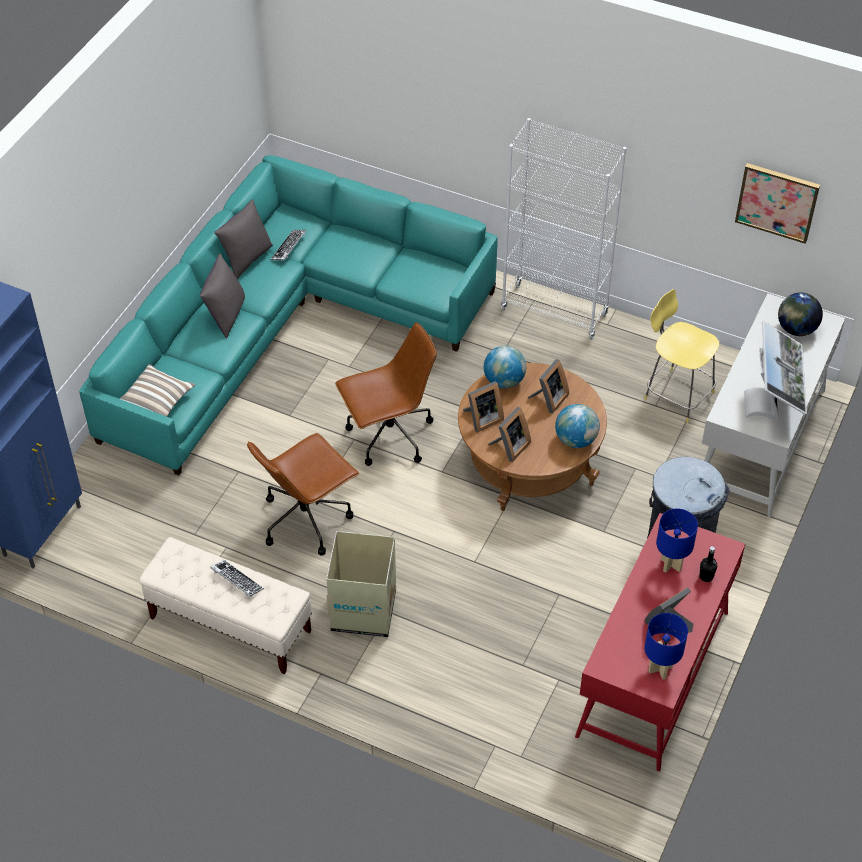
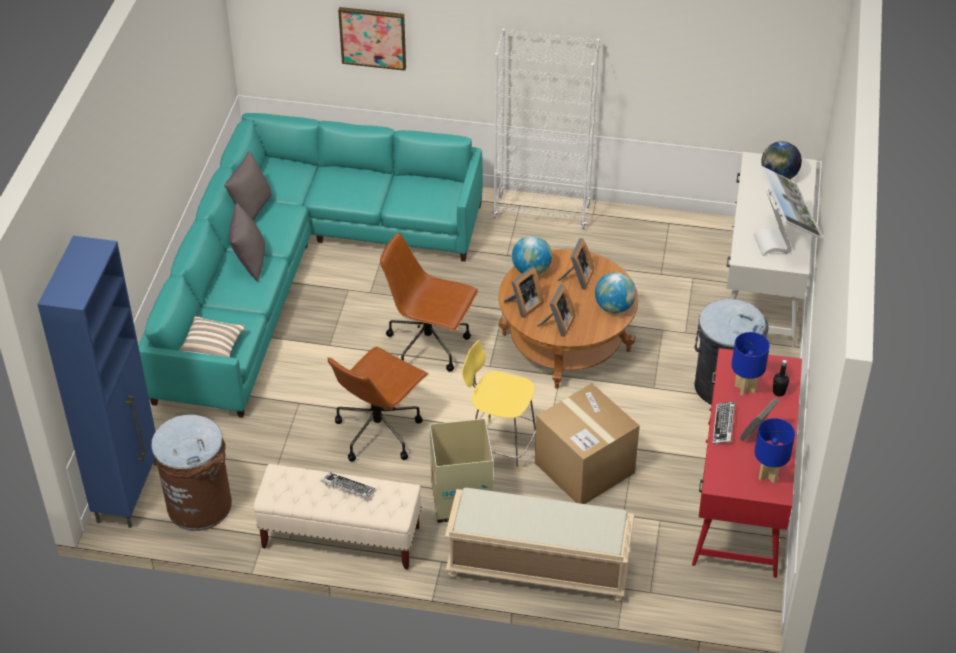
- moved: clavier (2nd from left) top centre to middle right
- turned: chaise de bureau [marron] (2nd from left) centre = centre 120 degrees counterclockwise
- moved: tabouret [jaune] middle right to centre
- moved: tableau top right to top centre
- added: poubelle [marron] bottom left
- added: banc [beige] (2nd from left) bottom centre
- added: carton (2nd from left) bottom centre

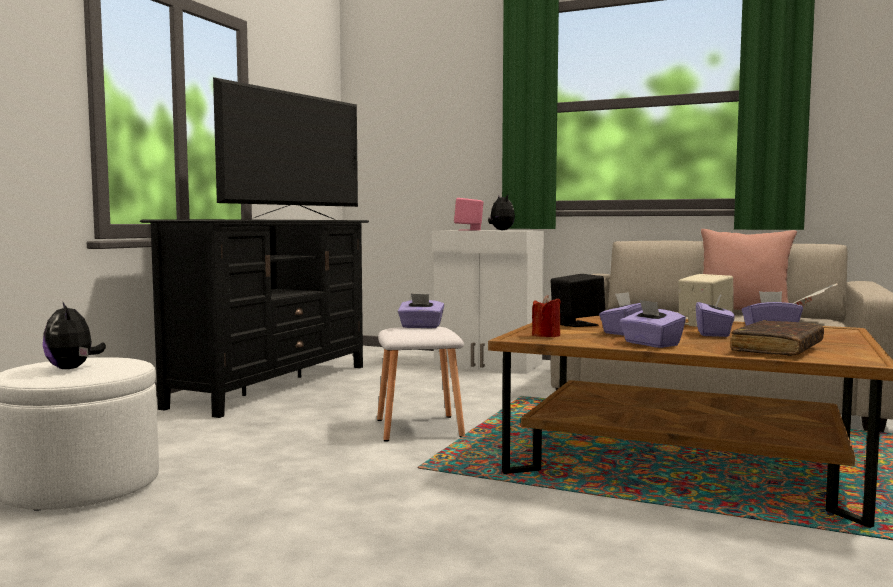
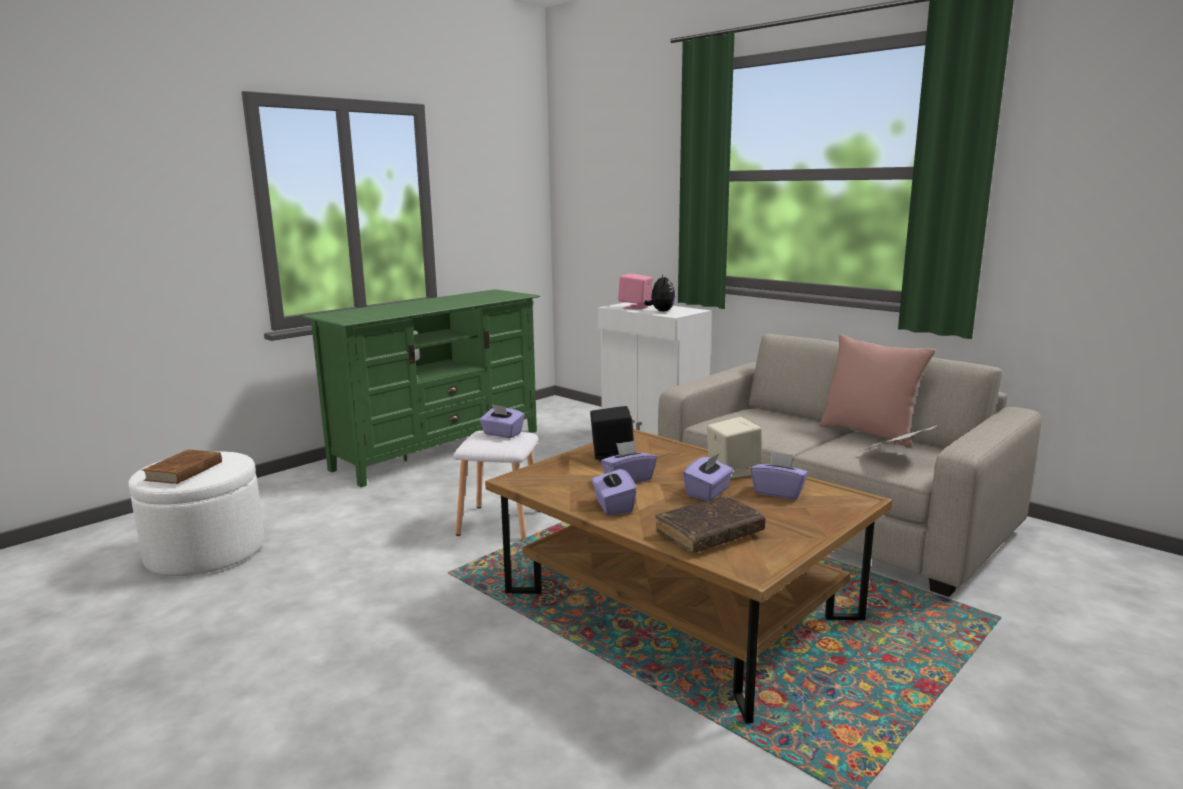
- replaced: peluche (1st from left) middle left to livre [marron] (1st from left) middle left
- recoloured: meuble télé [noir] middle left to meuble télé [vert] centre
- removed: téléviseur top left
- removed: bougie [rouge] centre

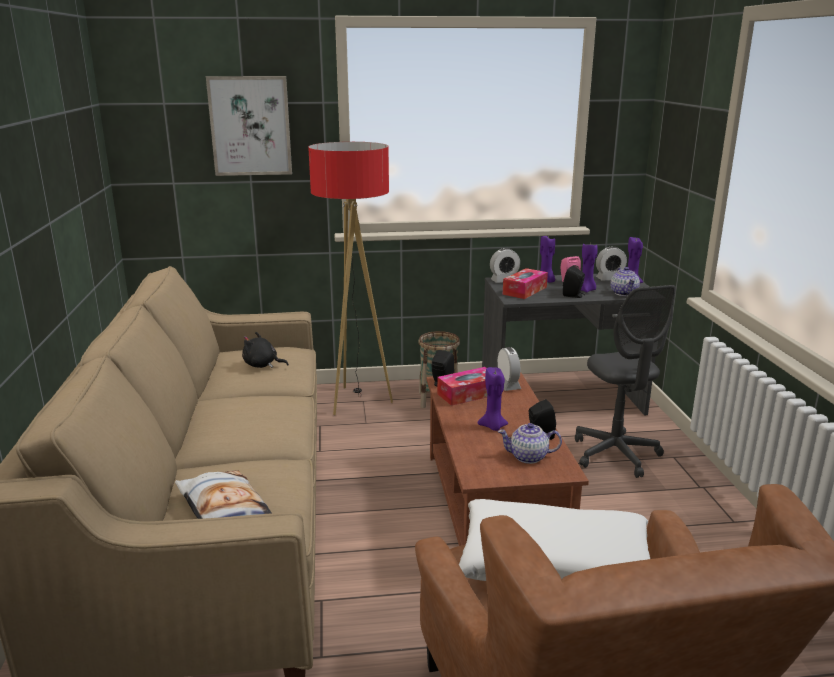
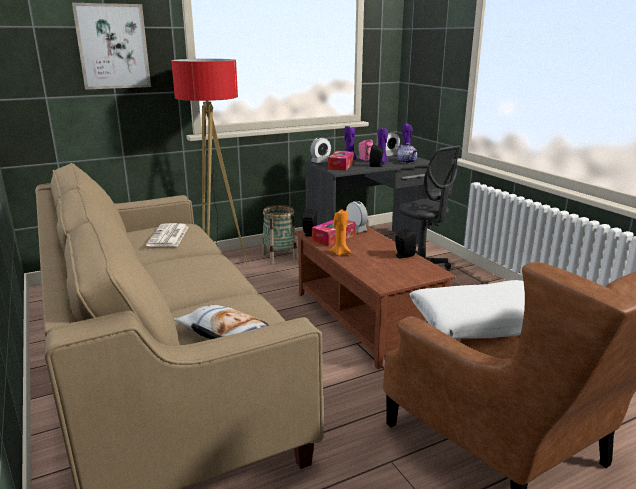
- replaced: peluche [noir] middle left to journal middle left
- removed: bougie [violet] (1st from left) centre
- removed: théière (1st from left) centre
- added: bougie [orange] centre

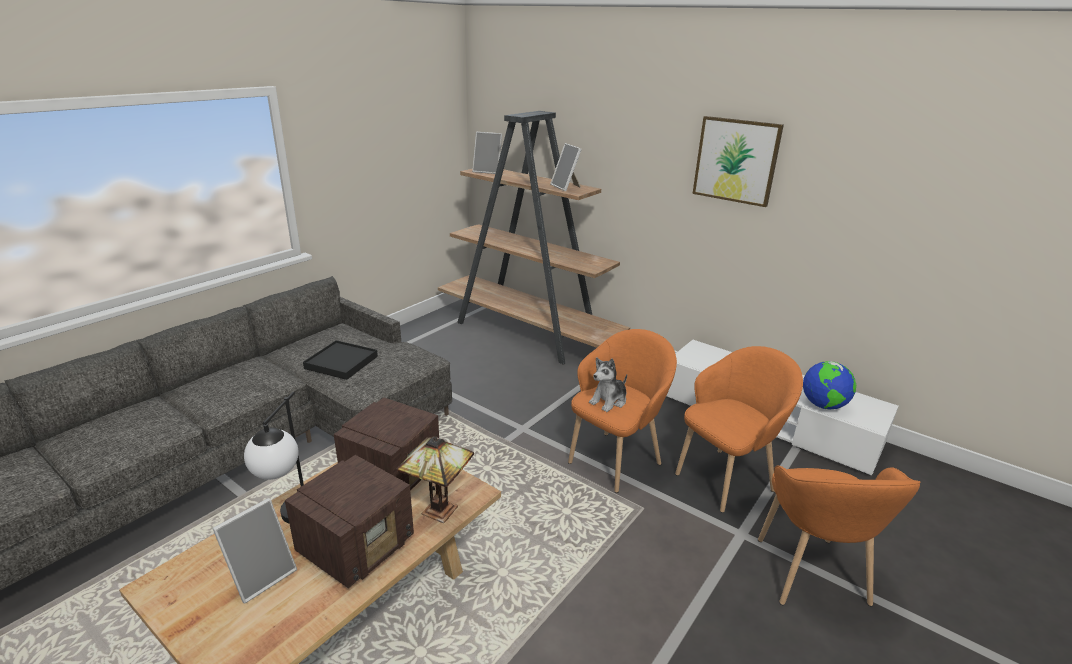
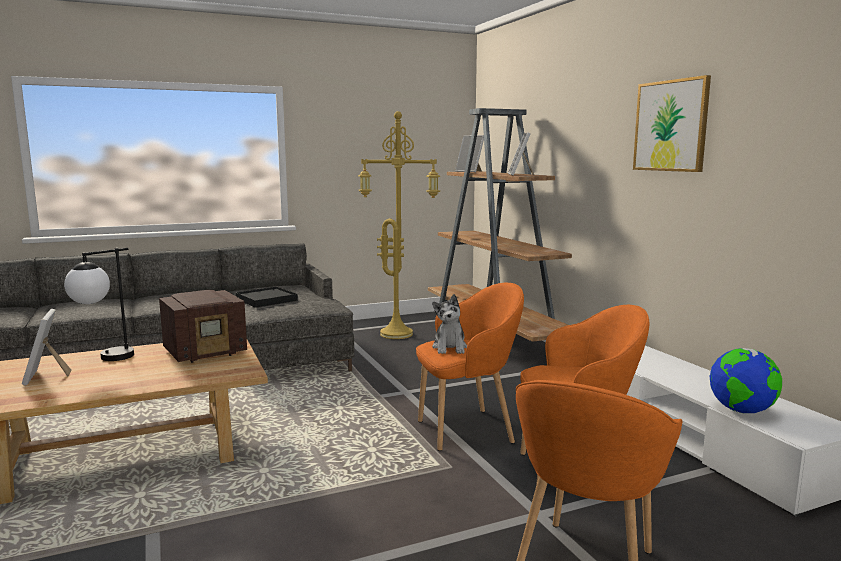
- turned: cadre photo (1st from left) bottom left = middle left 90 degrees clockwise
- removed: radio (1st from left) bottom left
- removed: lampe de table (2nd from left) bottom centre
- turned: peluche centre = centre 75 degrees counterclockwise
- added: lampadaire [jaune] centre

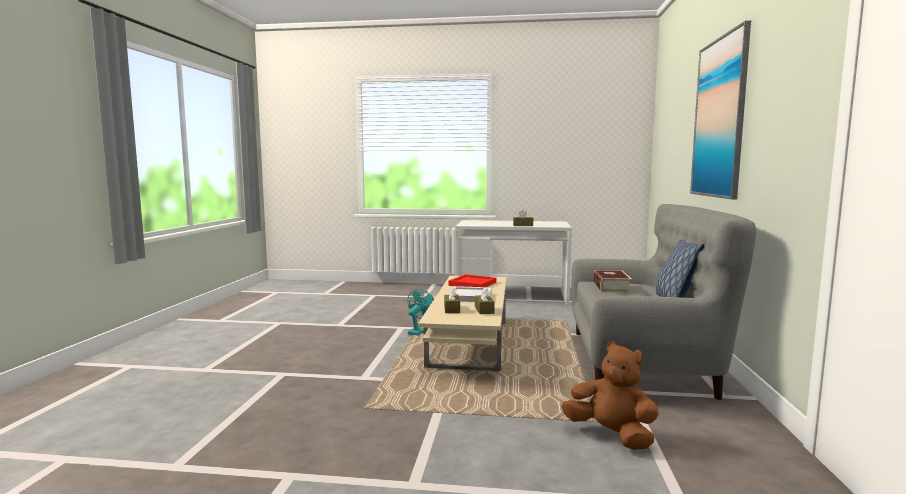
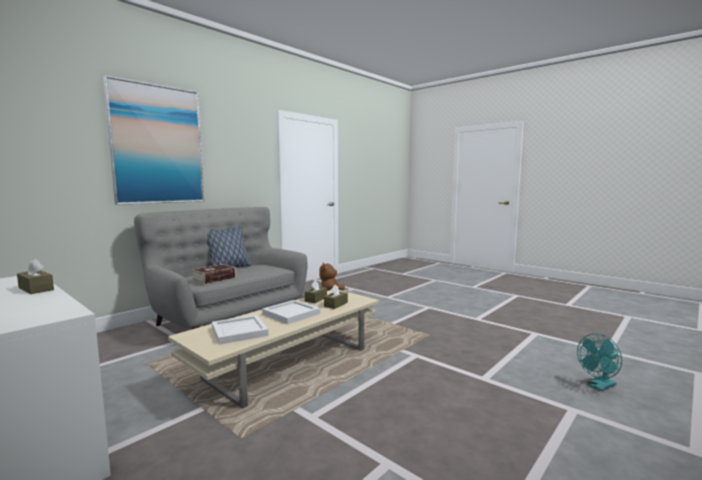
- moved: ventilateur [turquoise] centre to bottom right
- recoloured: plateau [rouge] centre to plateau [blanc] (1st from left) bottom centre

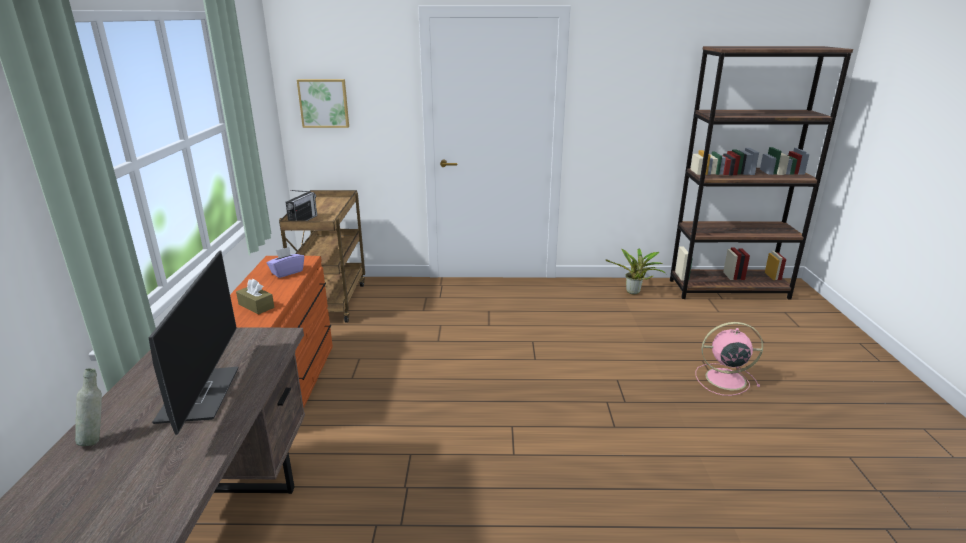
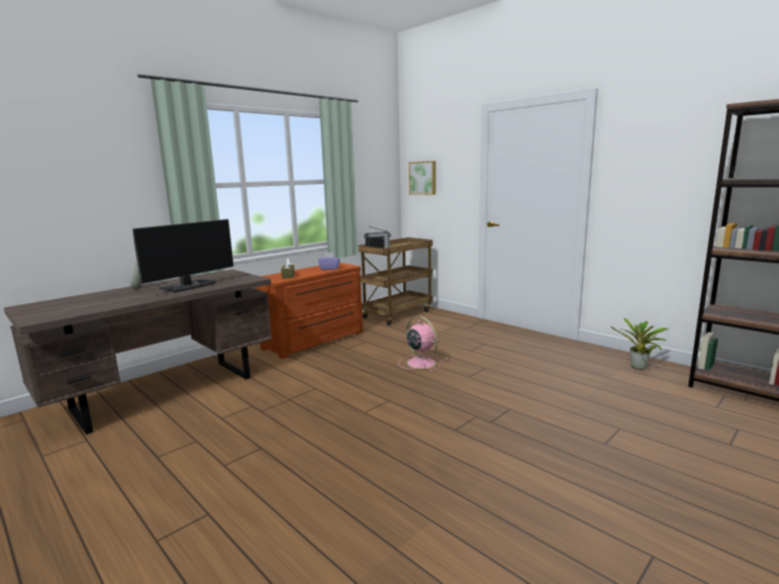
- moved: ventilateur [rose] middle right to centre

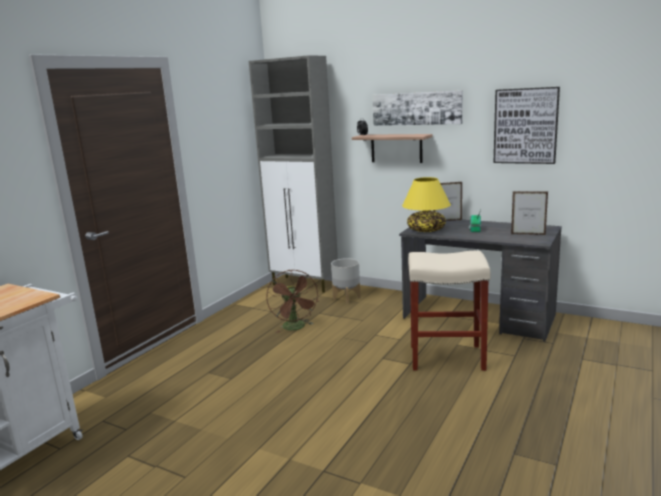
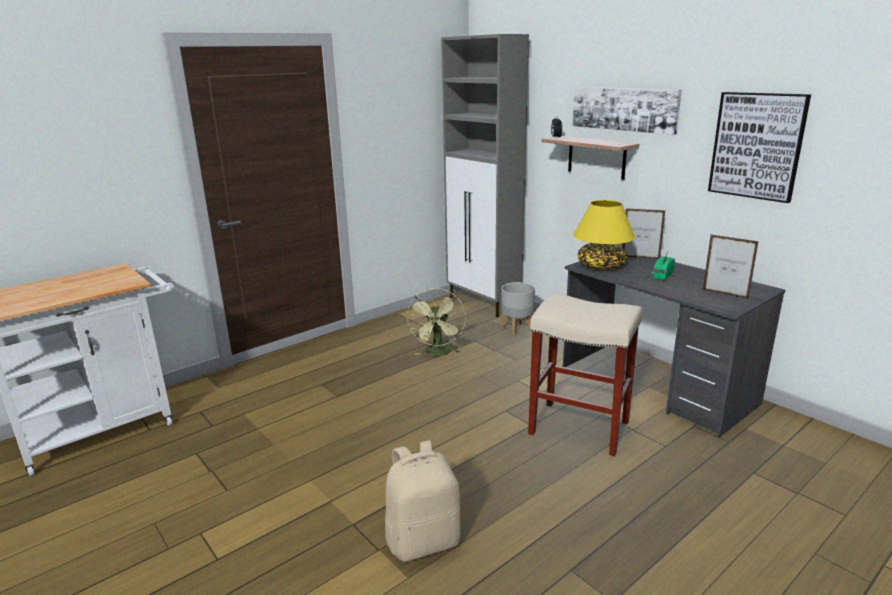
- recoloured: ventilateur [marron] centre to ventilateur [vert] centre
- added: sac à dos [beige] bottom centre

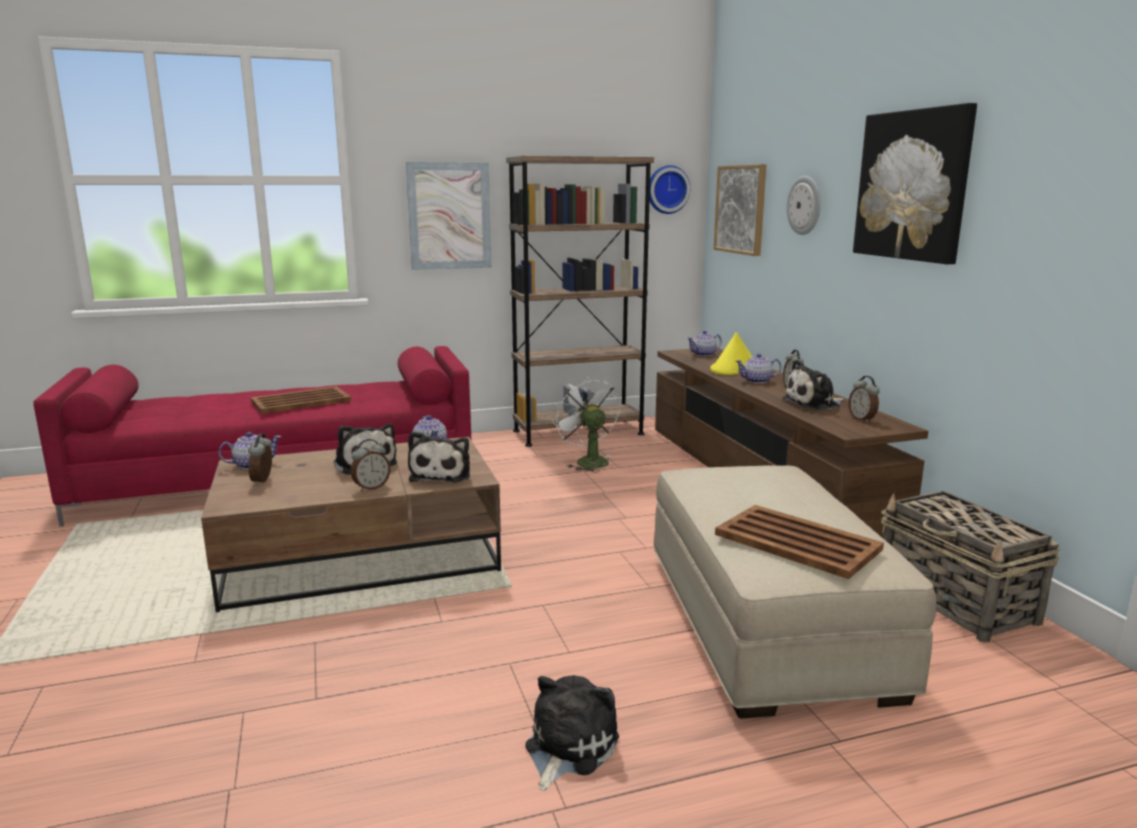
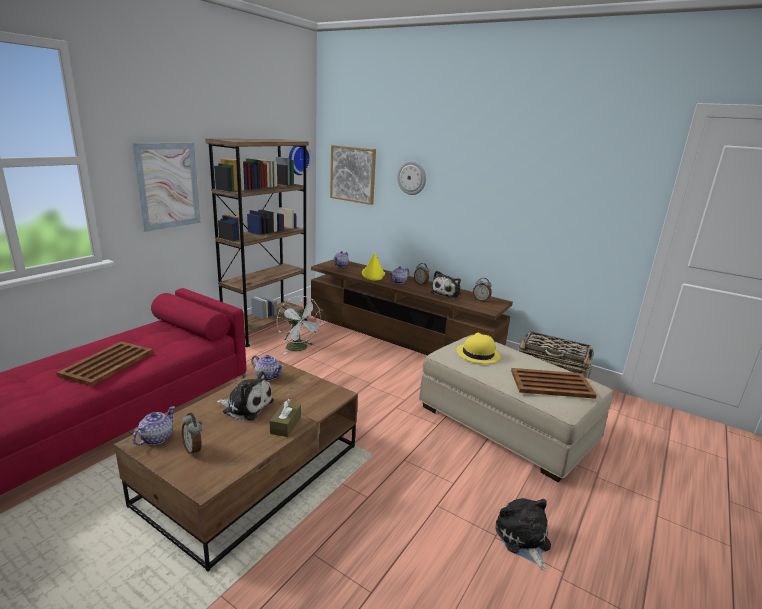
- replaced: réveil (2nd from left) middle left to boîte à mouchoirs [marron] bottom centre
- removed: peluche (2nd from left) centre
- turned: ventilateur [blanc] centre = centre 150 degrees counterclockwise
- removed: tableau (3rd from left) top right
- added: chapeau [jaune] (2nd from left) centre

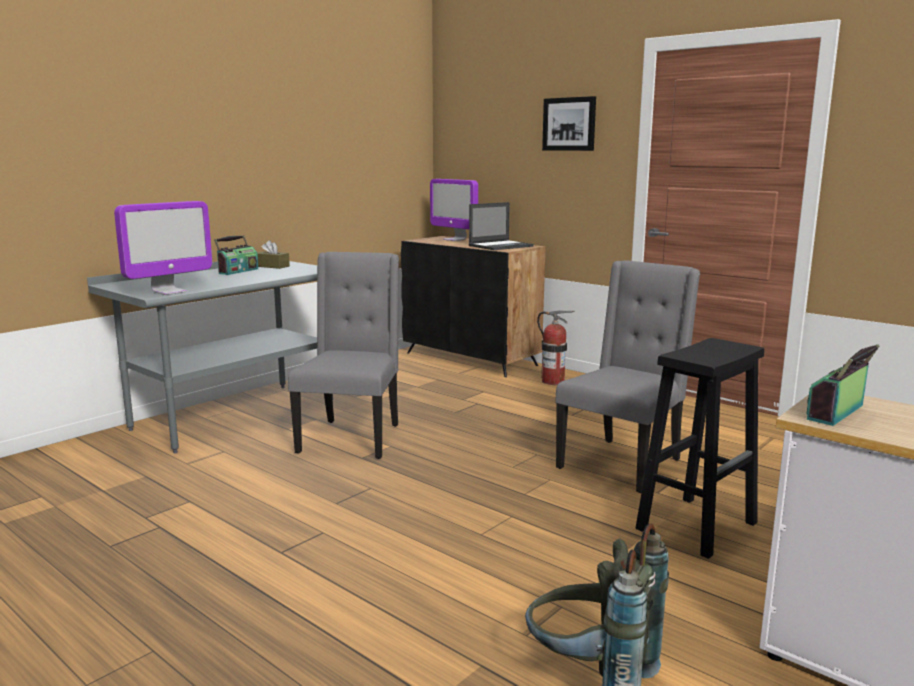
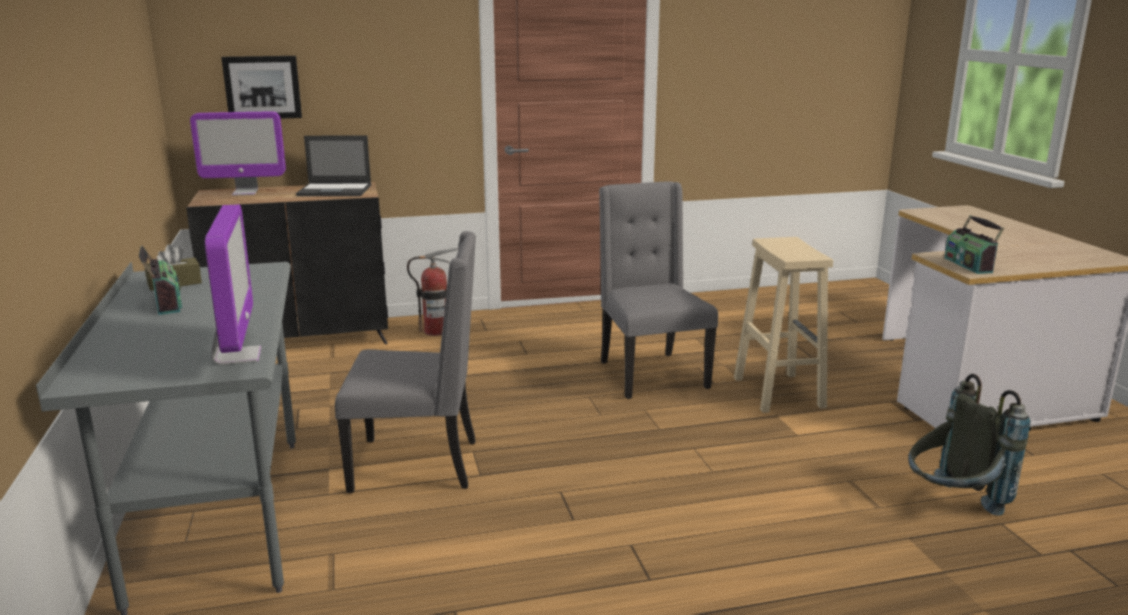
- turned: chaise [gris] (1st from left) centre = centre 135 degrees clockwise
- turned: ordinateur portable top centre = top left 90 degrees clockwise
- moved: tableau top centre to top left
- recoloured: tabouret [noir] middle right to tabouret [beige] middle right

